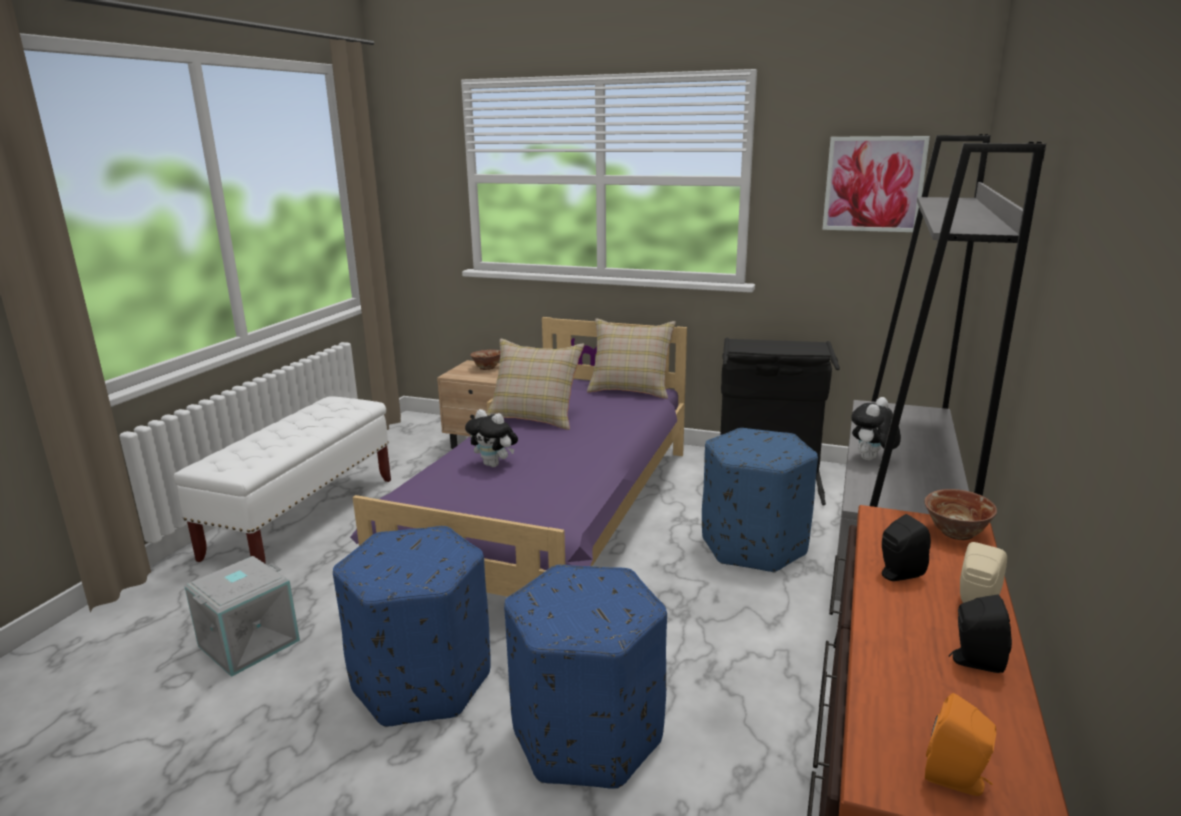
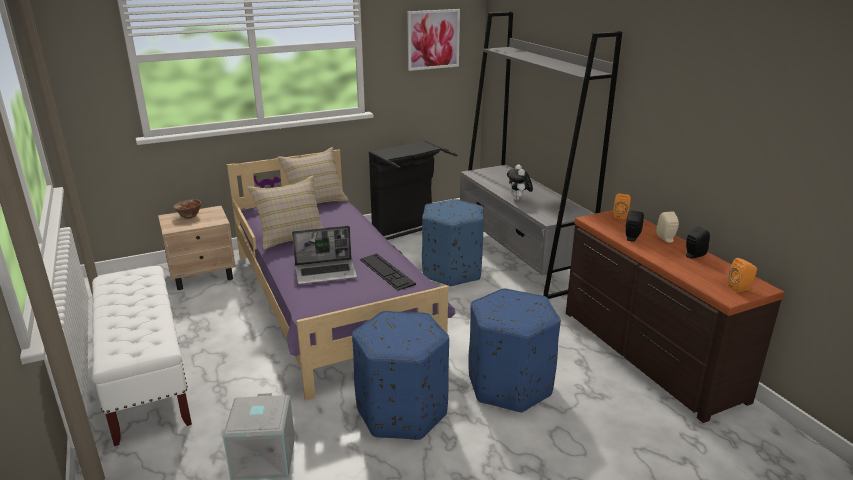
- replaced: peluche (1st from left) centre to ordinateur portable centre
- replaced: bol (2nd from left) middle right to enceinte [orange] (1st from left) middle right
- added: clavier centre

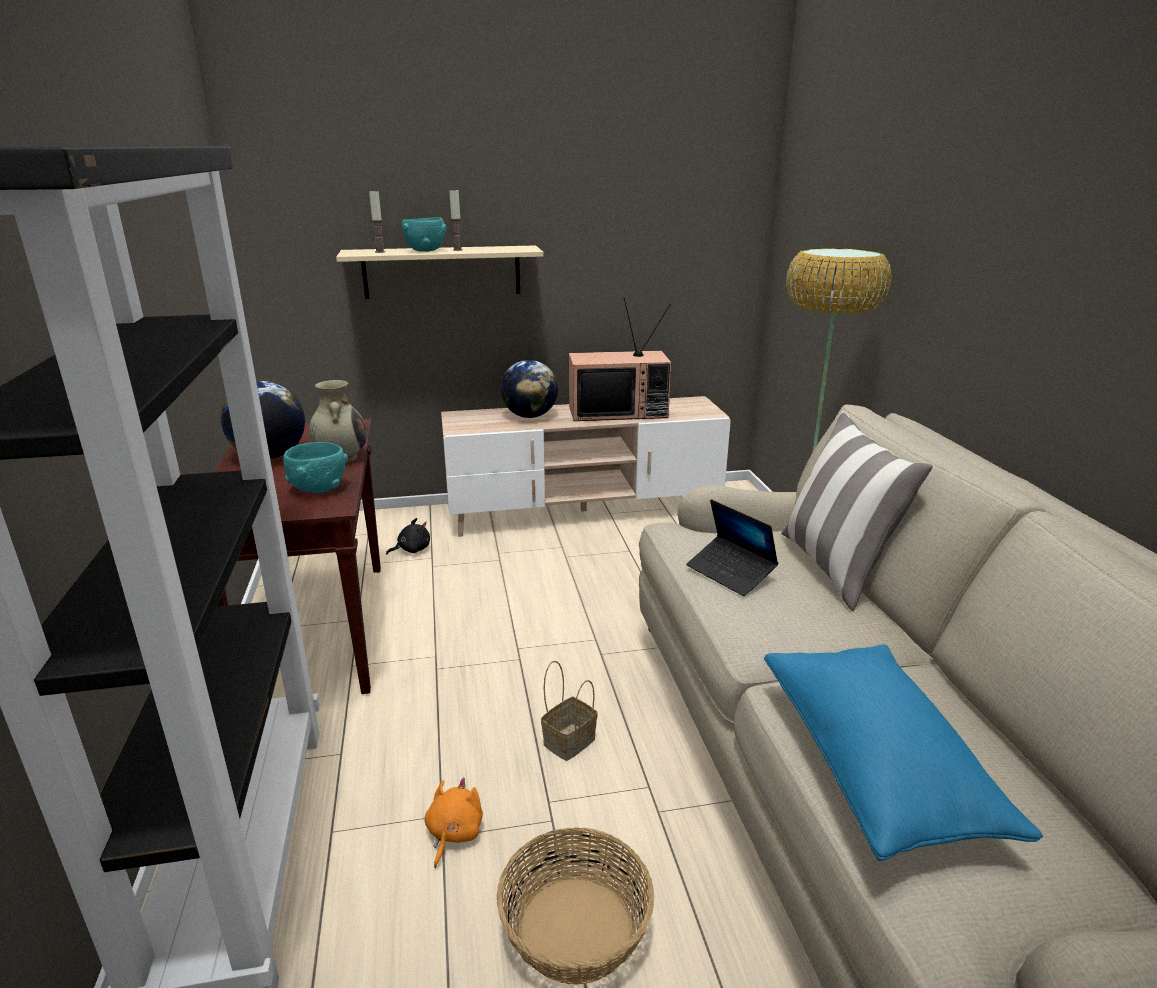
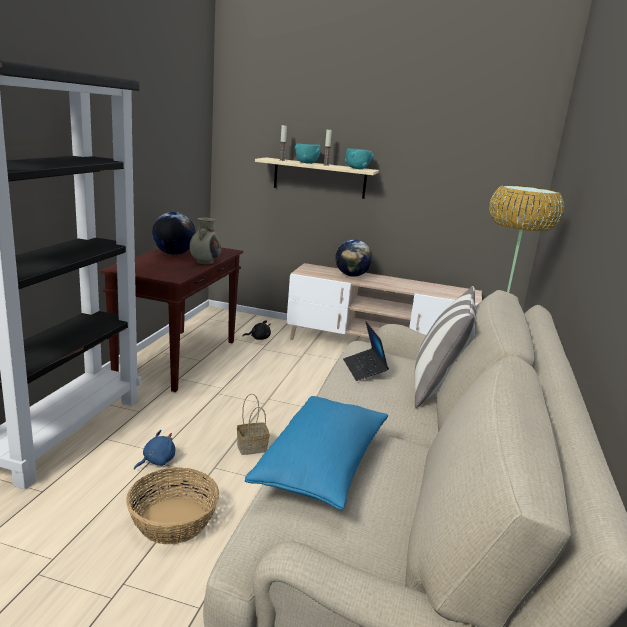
- moved: bol [turquoise] (1st from left in the first image) middle left to bol [turquoise] (2nd from left) top centre
- recoloured: peluche [orange] bottom centre to peluche [bleu] bottom left
- removed: téléviseur centre

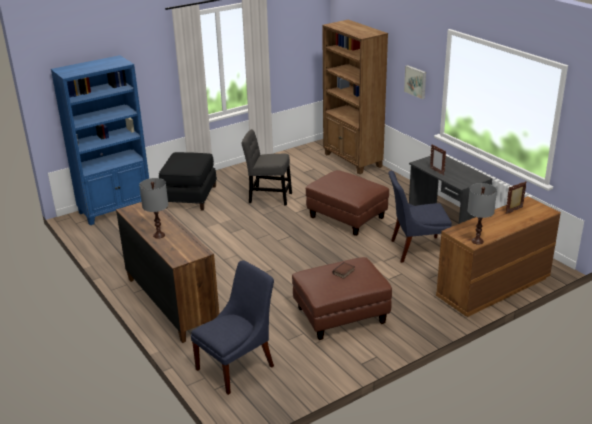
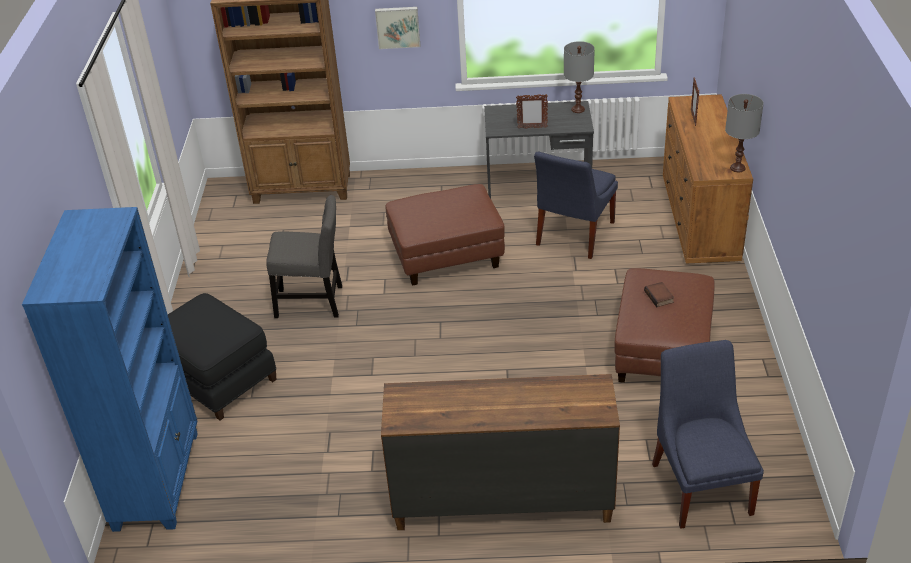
- moved: lampe de table [gris] (1st from left) middle left to top centre
- turned: chaise [gris] centre = centre 135 degrees counterclockwise

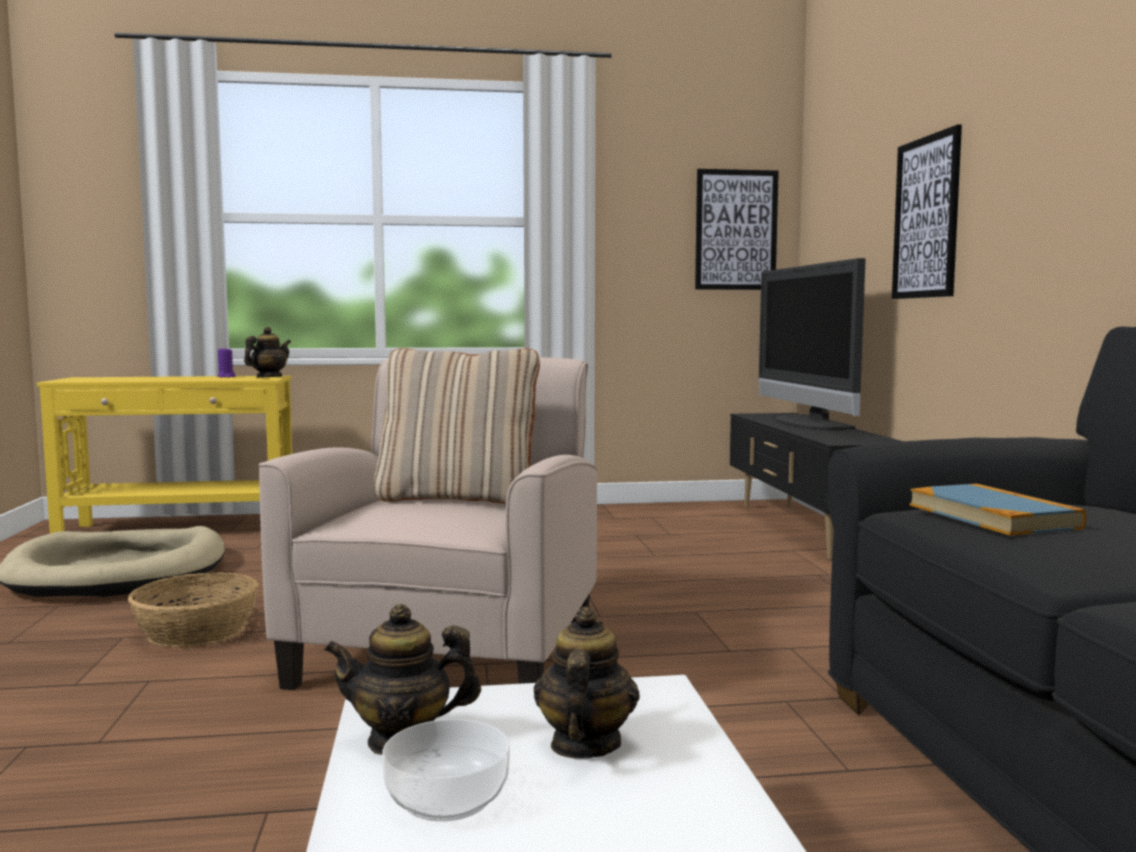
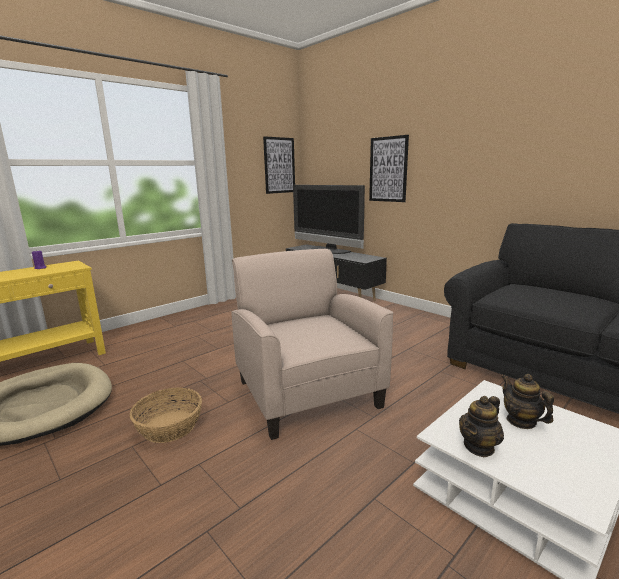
- removed: théière (1st from left) middle left
- removed: coussin [beige] centre
- removed: bol bottom centre
- removed: livre middle right

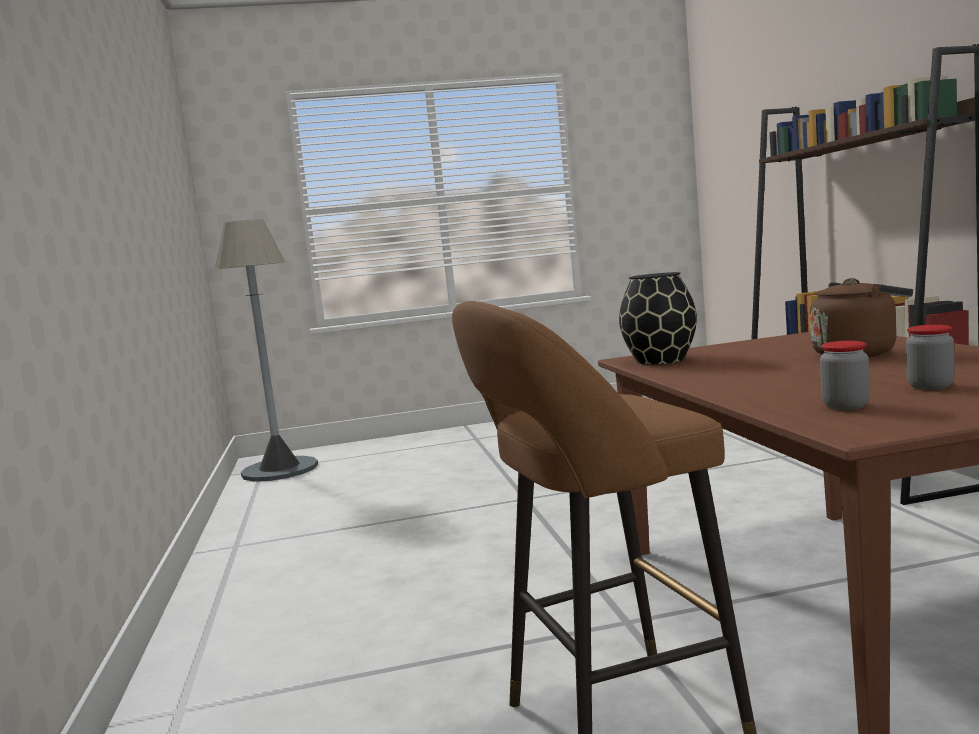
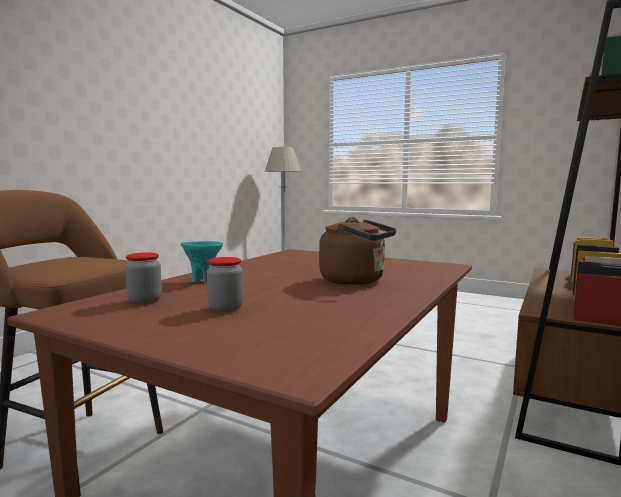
- removed: vase [noir] middle right
- added: bol [turquoise] middle left

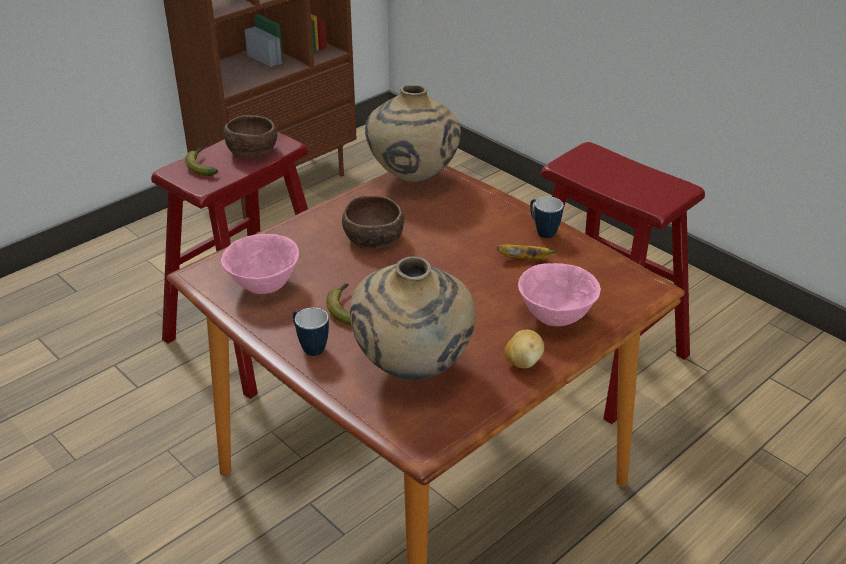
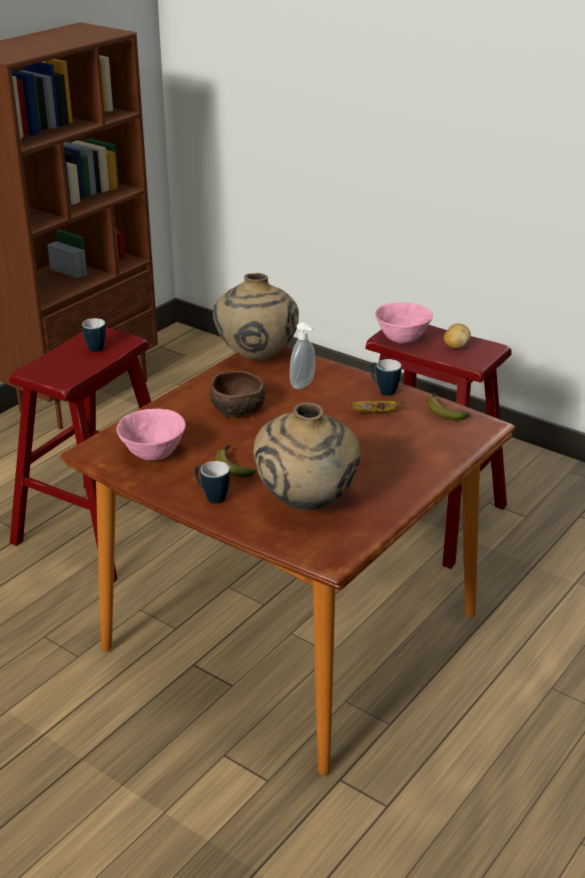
- moved: banane (1st from left in the first image) top left to banane (3rd from left) middle right
- replaced: bol [marron] (1st from left) top left to mug (1st from left) middle left
- moved: pomme de terre centre to middle right
- moved: bol [rose] (2nd from left) centre to middle right
- added: distributeur de savon centre

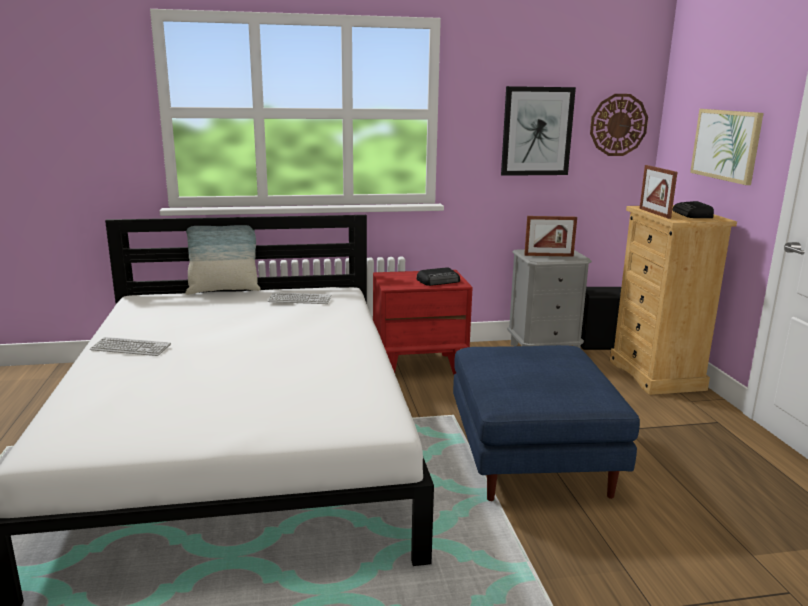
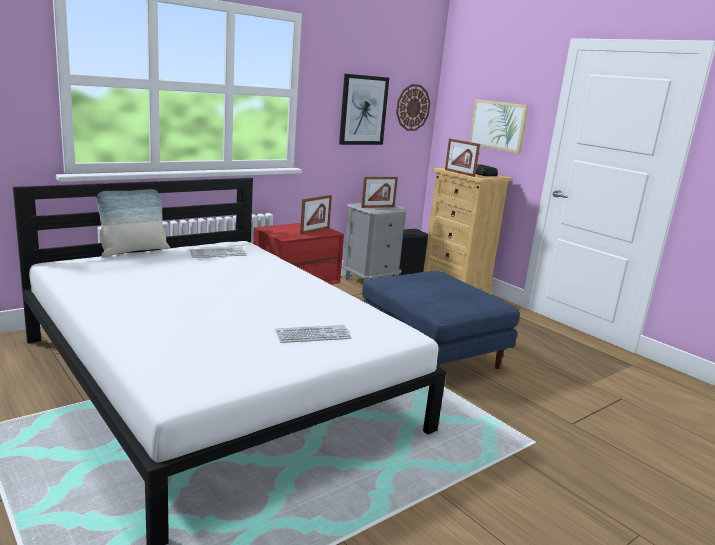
- moved: clavier (1st from left in the first image) middle left to clavier (2nd from left) centre
- replaced: radio (1st from left) centre to cadre photo (1st from left) centre

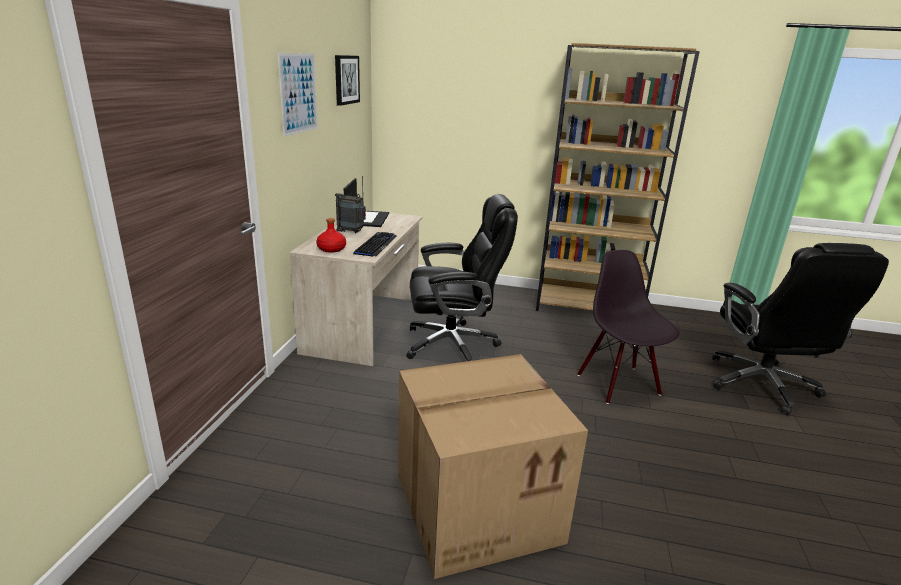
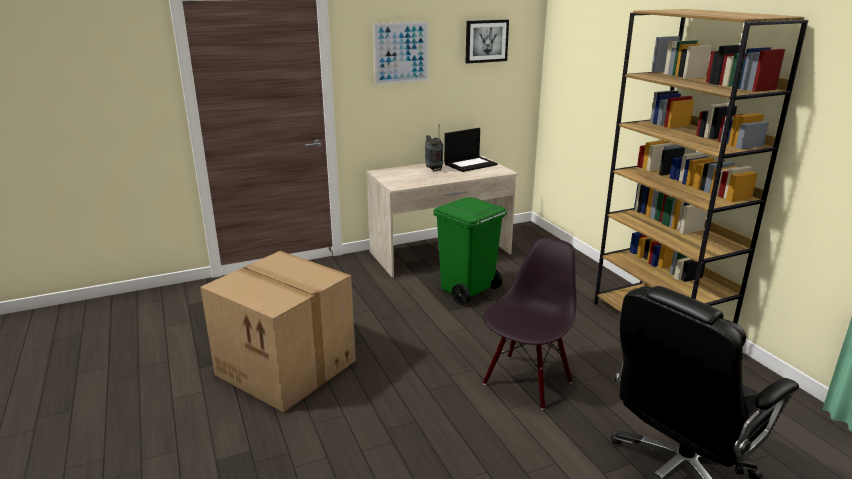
- removed: bouteille [rouge] centre
- removed: clavier centre
- replaced: chaise de bureau [noir] (1st from left) centre to poubelle [vert] centre

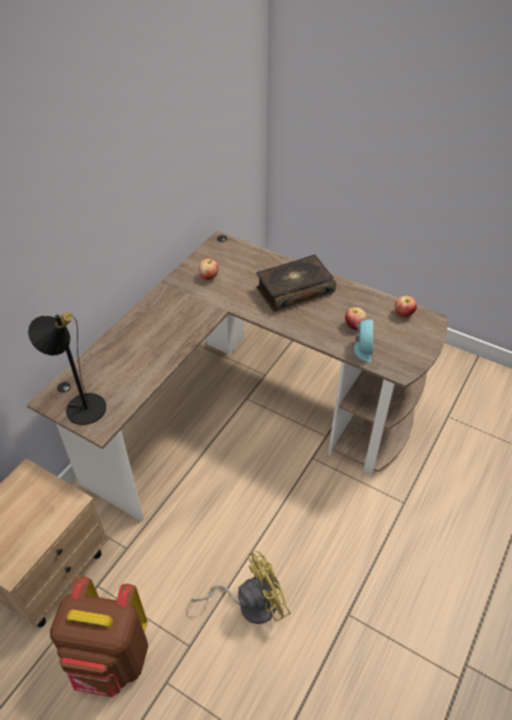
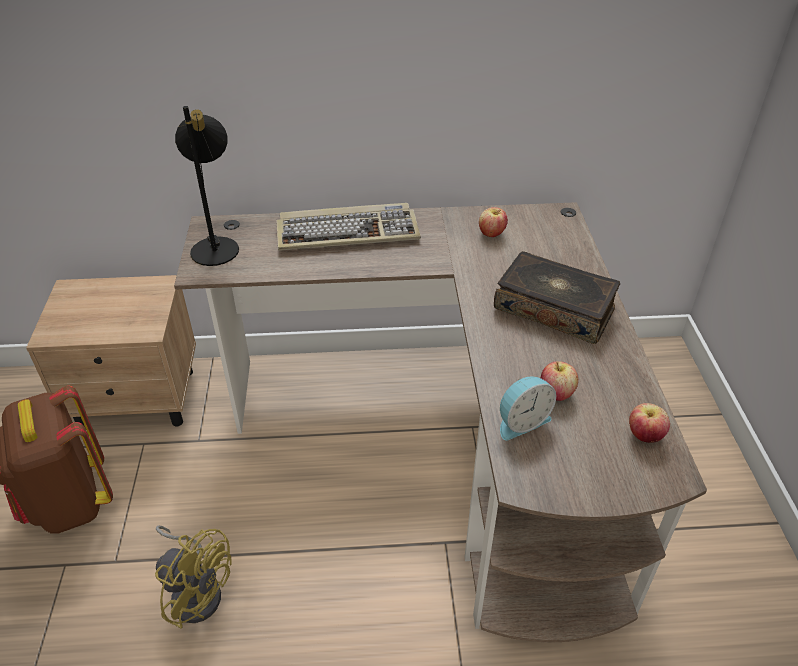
- added: clavier centre

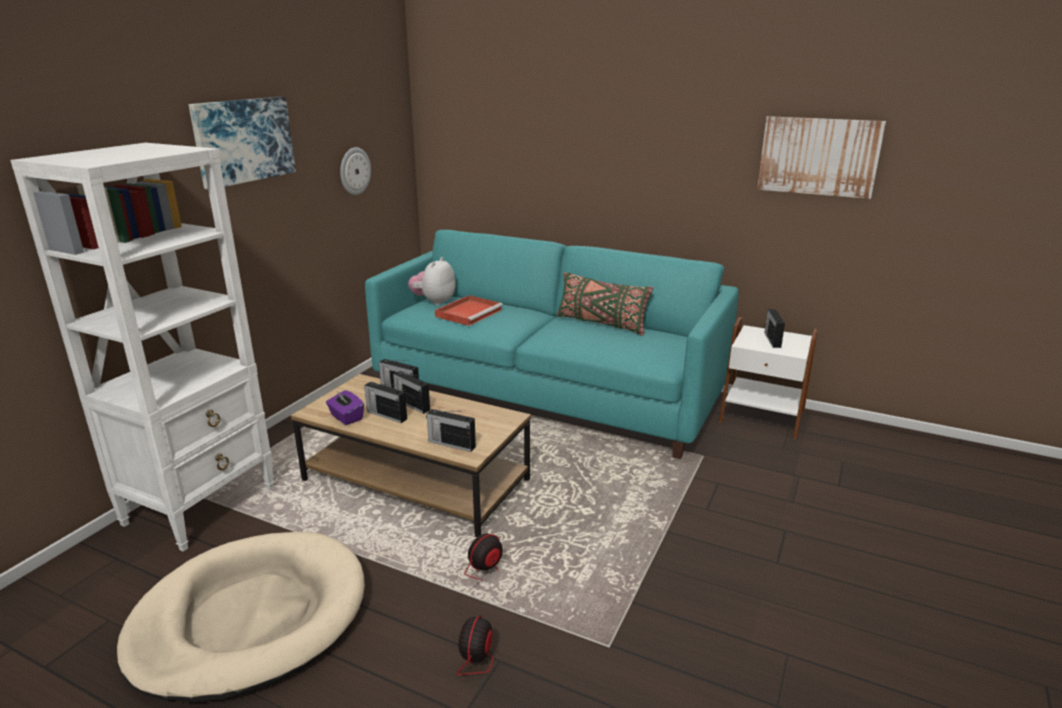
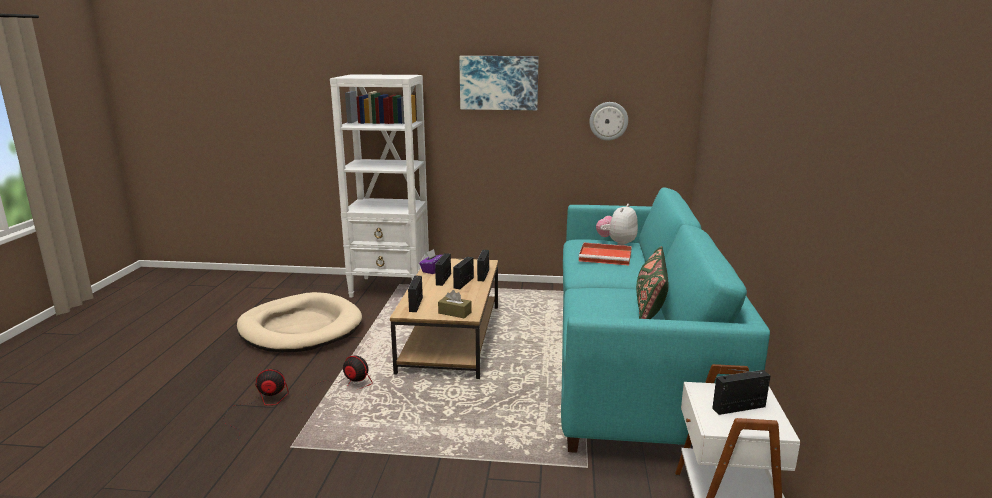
- turned: peluche centre = centre 60 degrees counterclockwise
- removed: tableau (2nd from left) top right
- added: boîte à mouchoirs [marron] centre

